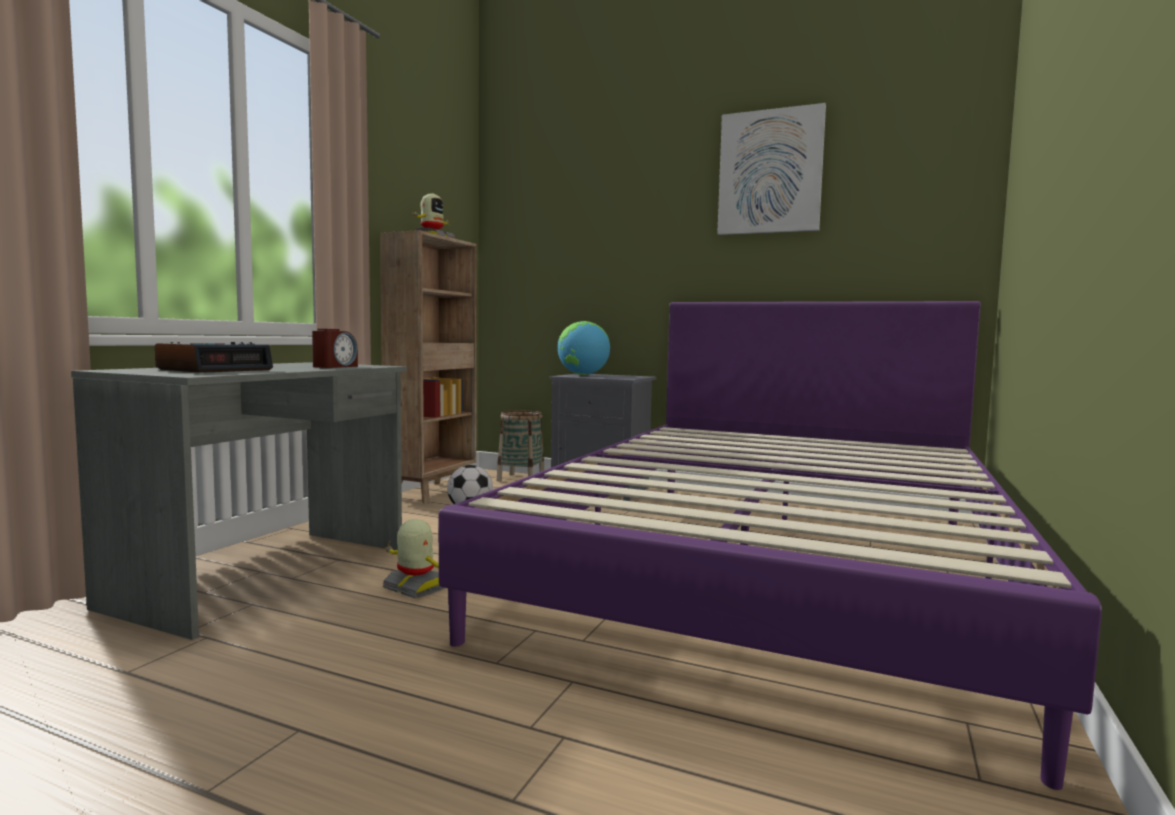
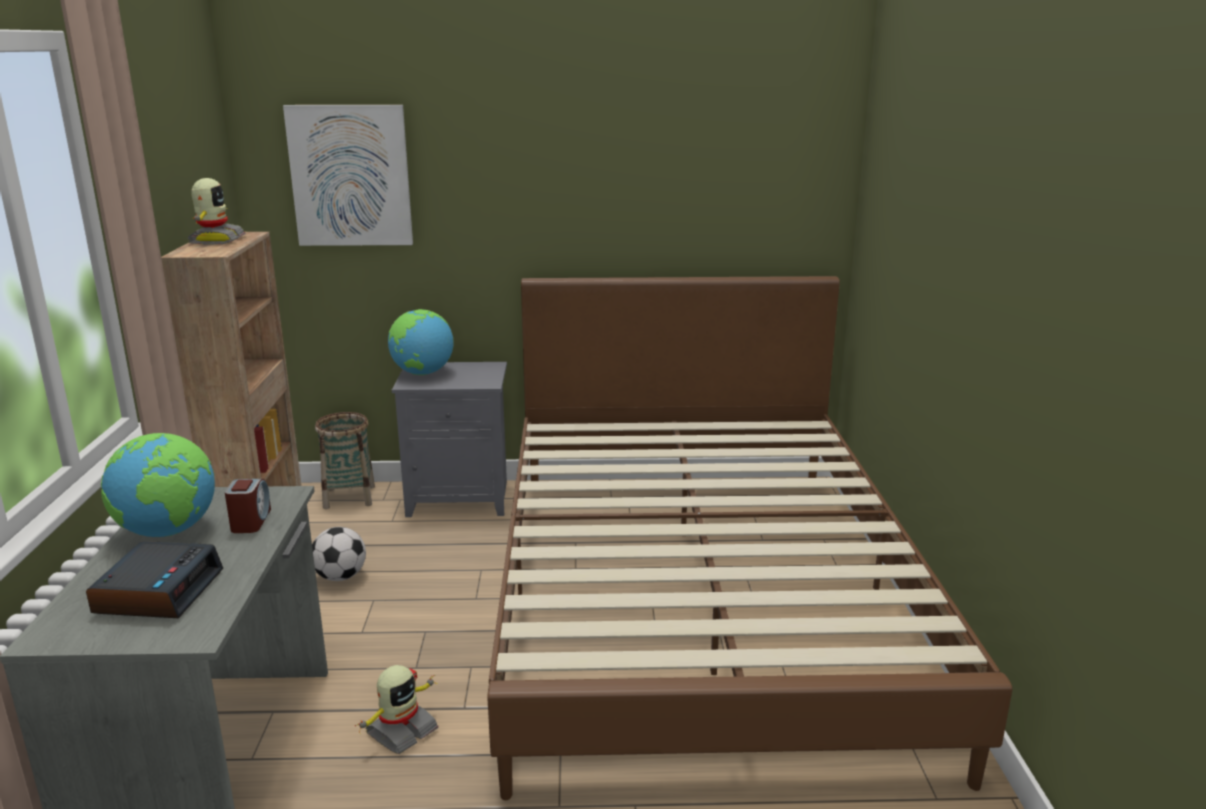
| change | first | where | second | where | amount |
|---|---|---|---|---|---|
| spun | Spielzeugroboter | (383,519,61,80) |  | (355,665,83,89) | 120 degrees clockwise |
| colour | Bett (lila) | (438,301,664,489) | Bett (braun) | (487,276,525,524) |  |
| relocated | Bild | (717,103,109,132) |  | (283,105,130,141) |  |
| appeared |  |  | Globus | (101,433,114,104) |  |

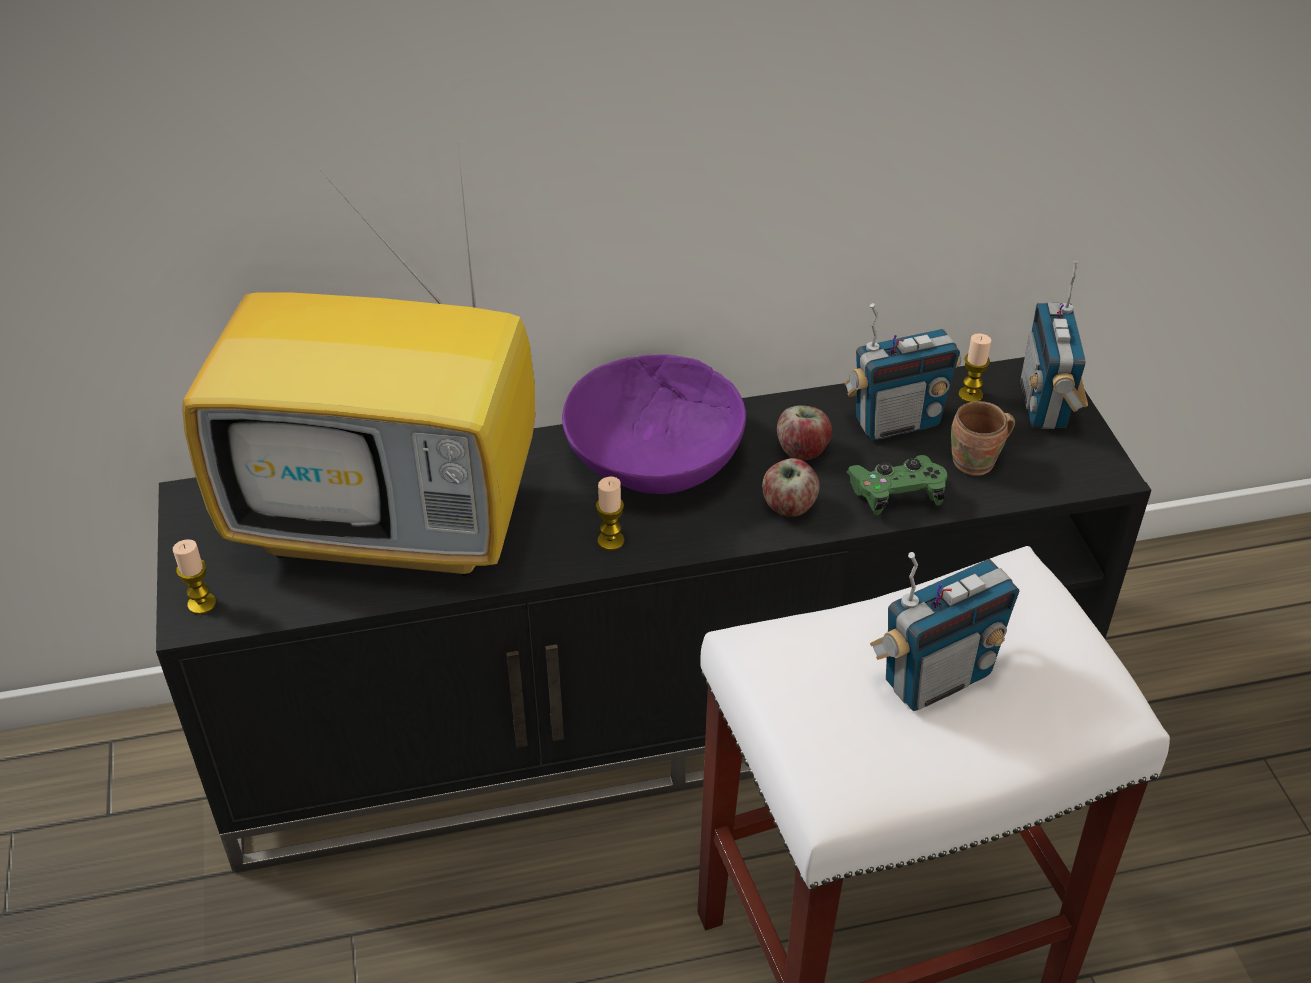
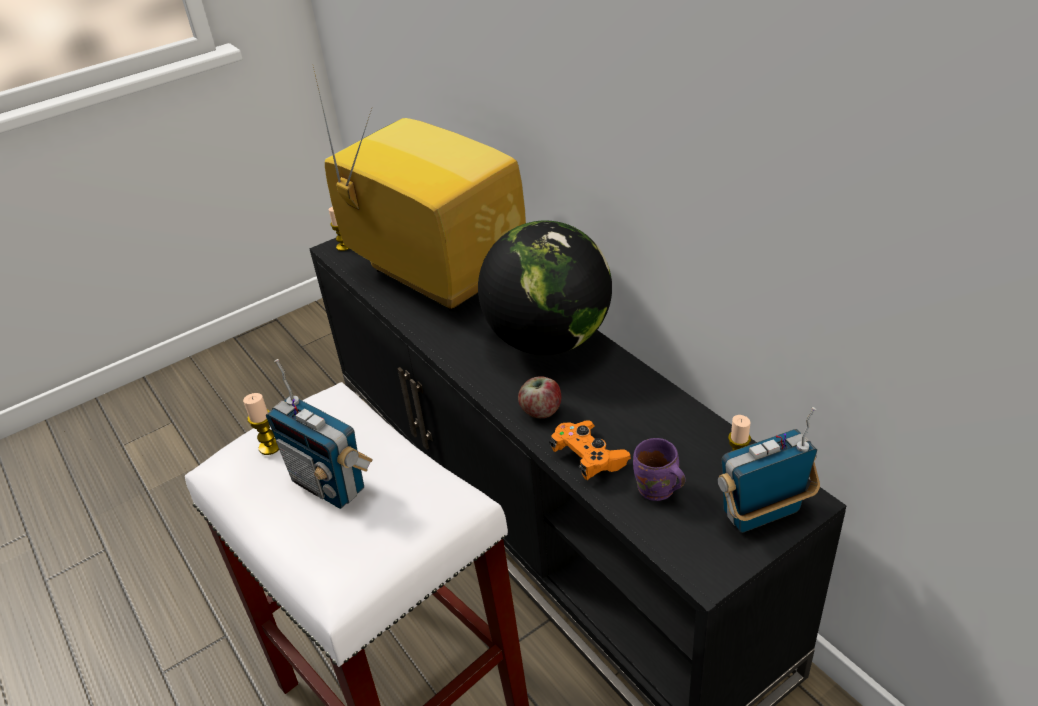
| change | first | where | second | where | amount |
|---|---|---|---|---|---|
| spun | Fernseher | (182,149,353,427) |  | (313,67,213,244) | 150 degrees clockwise |
| exchanged | Schüssel (lila) | (562,354,184,140) | Globus | (478,220,134,135) |  |
| relocated | Kerze | (596,477,28,74) |  | (243,393,36,62) |  |
| missing | Apfel | (777,405,55,55) |  |  |  |
| missing | Radio | (845,303,116,137) |  |  |  |
| colour | Gamepad (grün) | (847,455,101,60) | Gamepad (orange) | (549,420,82,60) |  |
| colour | Henkelbecher (braun) | (951,401,64,74) | Henkelbecher (lila) | (633,438,53,63) |  |

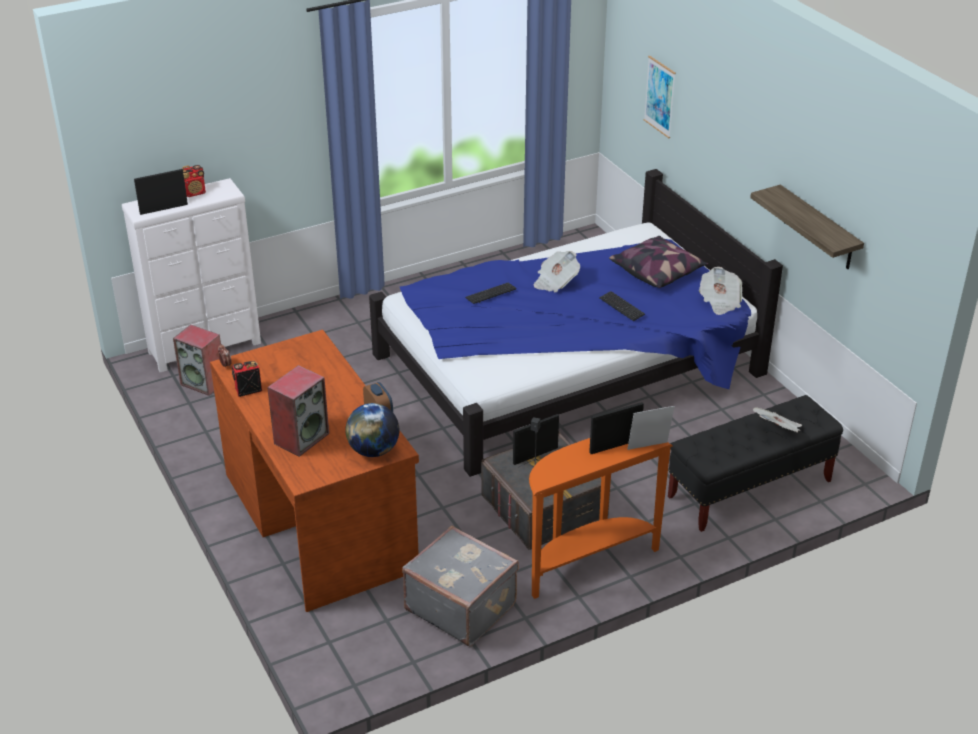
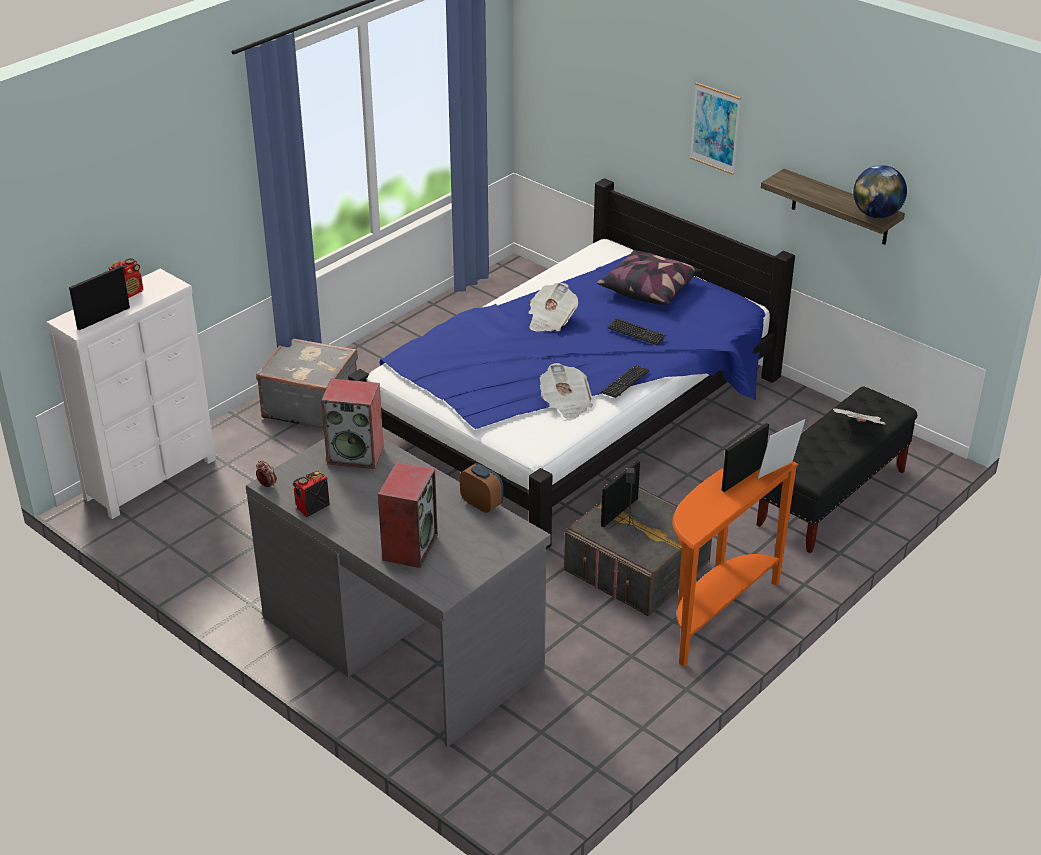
| change | first | where | second | where | amount |
|---|---|---|---|---|---|
| relocated | Lautsprecher | (173,325,48,71) |  | (321,379,63,90) |  |
| colour | Schreibtisch (braun) | (210,330,209,282) | Schreibtisch (grau) | (246,438,305,309) |  |
| relocated | Globus | (345,403,54,54) |  | (853,165,54,53) |  |
| relocated | Koffer (grau) | (402,526,117,121) |  | (256,339,102,91) |  |
| relocated | Tastatur | (465,283,52,21) |  | (600,365,50,33) |  |
| relocated | Bild | (644,56,32,82) |  | (690,82,51,93) |  |
| relocated | Zeitung | (699,267,43,48) |  | (540,363,53,58) |  |

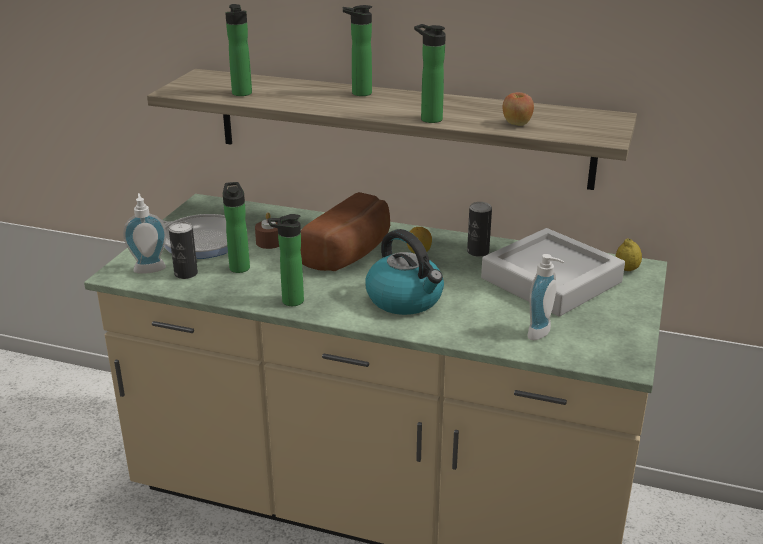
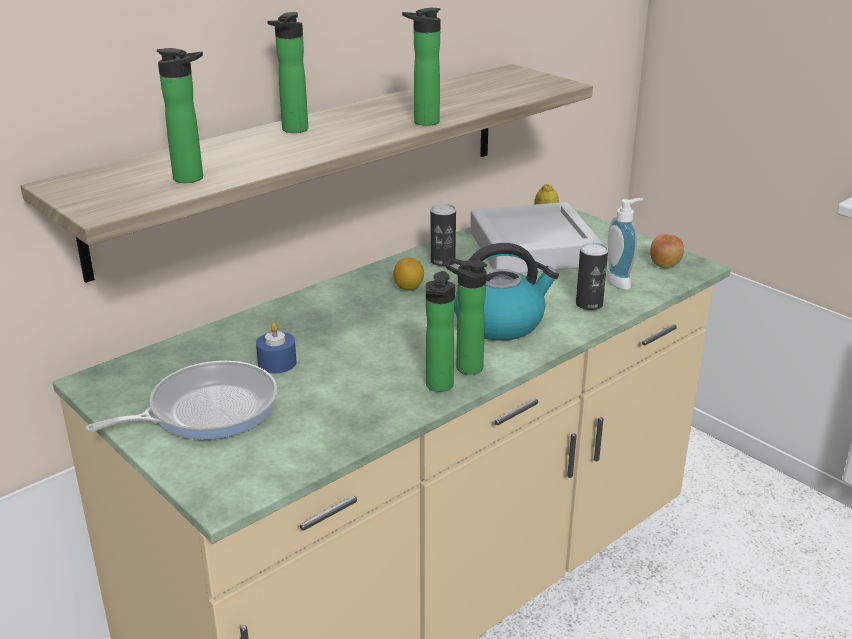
| change | first | where | second | where | amount |
|---|---|---|---|---|---|
| missing | Seifenspender | (123,193,44,81) |  |  |  |
| relocated | Dose | (169,222,29,57) |  | (576,243,32,67) |  |
| relocated | Flasche | (223,182,27,91) |  | (446,258,41,117) |  |
| colour | Kerze (braun) | (255,212,24,37) | Kerze (blau) | (256,323,41,50) |  |
| missing | Brot | (301,192,89,79) |  |  |  |
| relocated | Apfel | (502,92,32,34) |  | (650,234,34,34) |  |

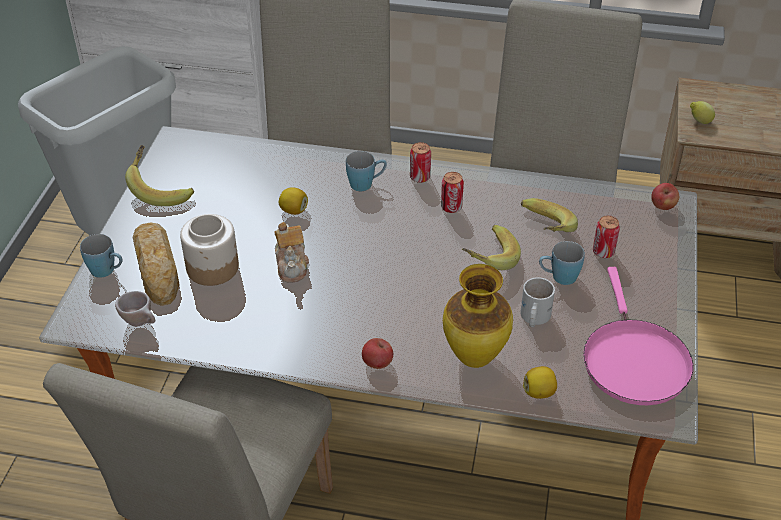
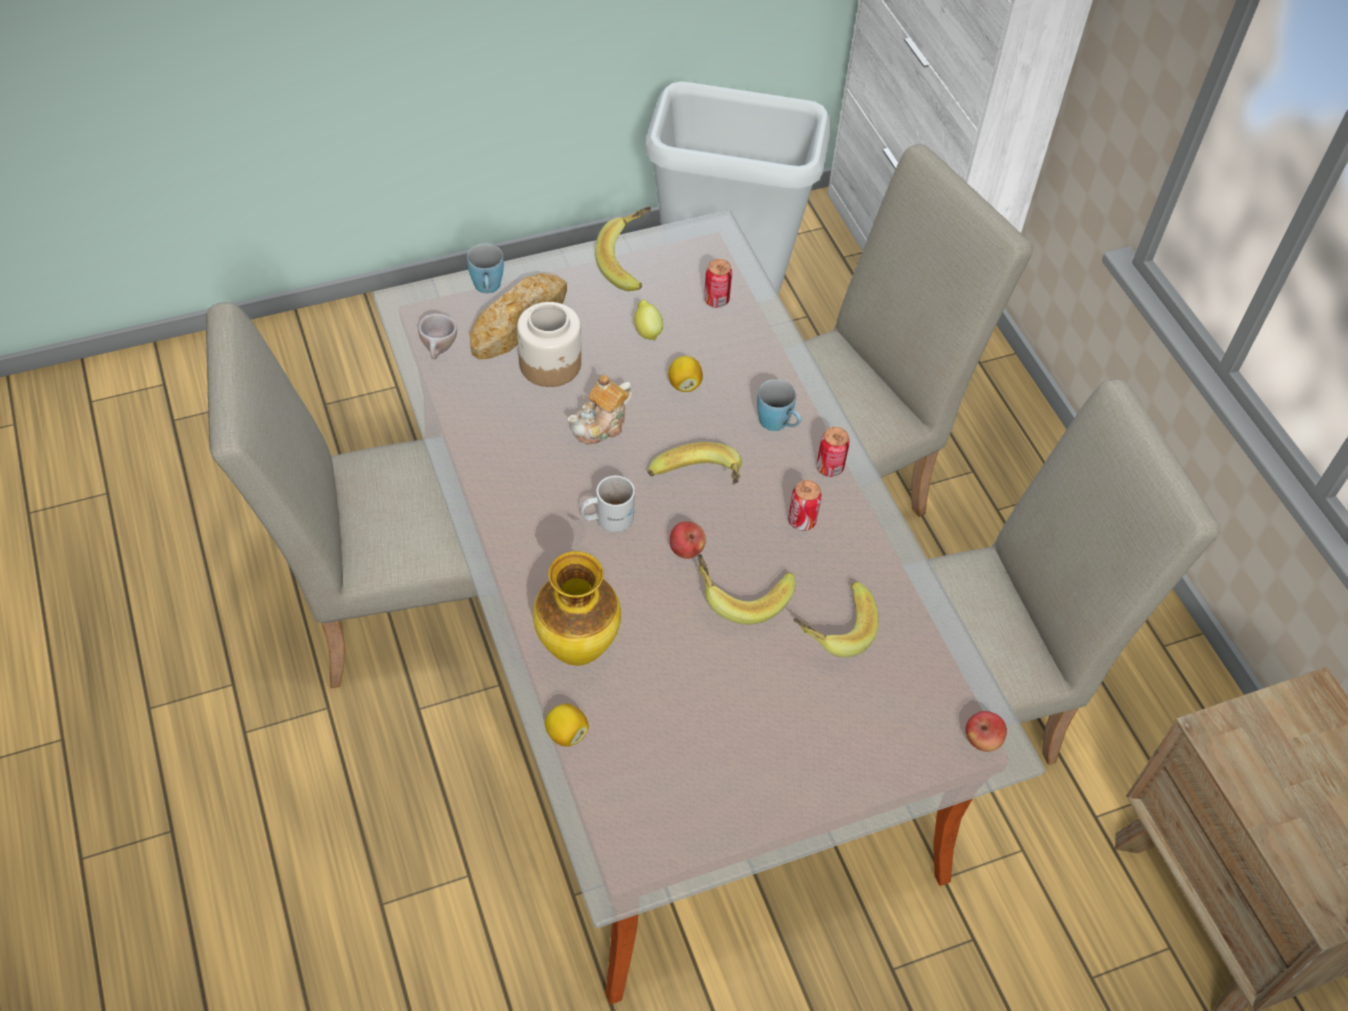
| change | first | where | second | where | amount |
|---|---|---|---|---|---|
| relocated | Apfel | (362,338,31,31) |  | (670,521,36,38) |  |
| relocated | Henkelbecher (weiß) | (520,277,35,50) |  | (580,476,55,56) |  |
| missing | Henkelbecher (blau) | (539,241,46,44) |  |  |  |
| missing | Pfanne (rosa) | (583,267,111,138) |  |  |  |
| relocated | Dose | (593,216,27,42) |  | (704,259,28,49) |  |
| relocated | Zitrone | (690,101,25,23) |  | (634,299,29,41) |  |
| appeared |  |  | Banane | (648,442,94,43) |  |

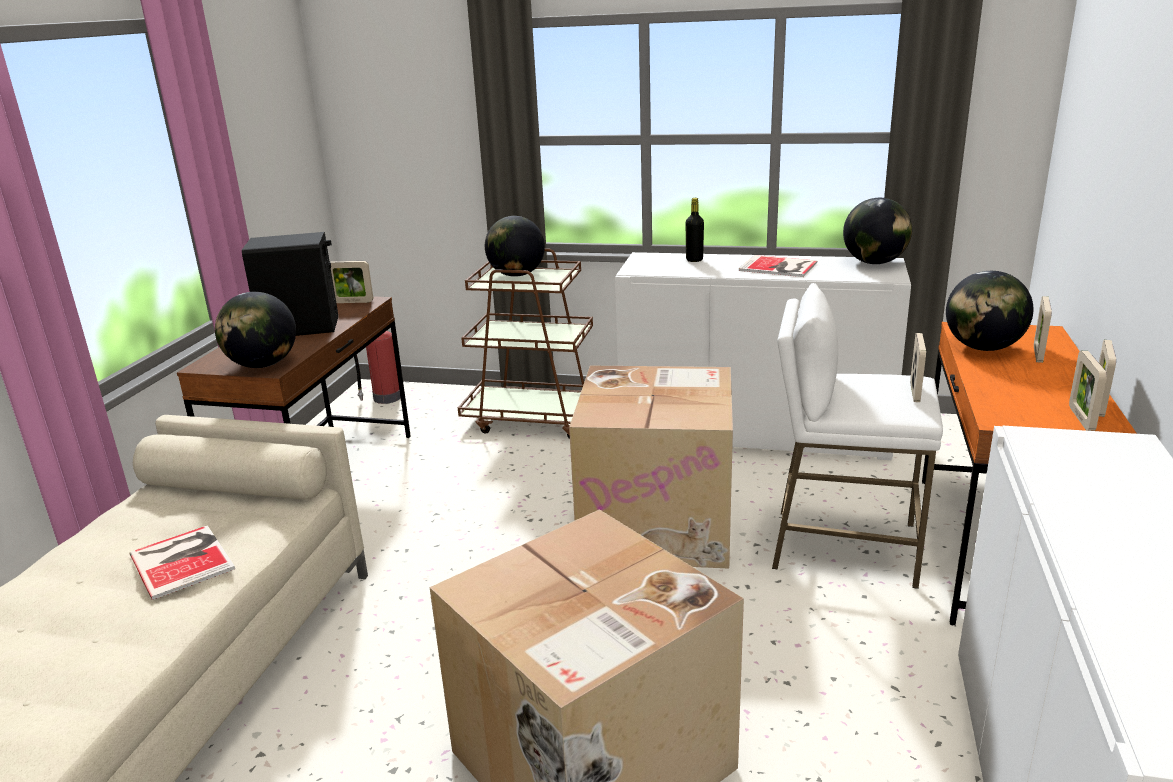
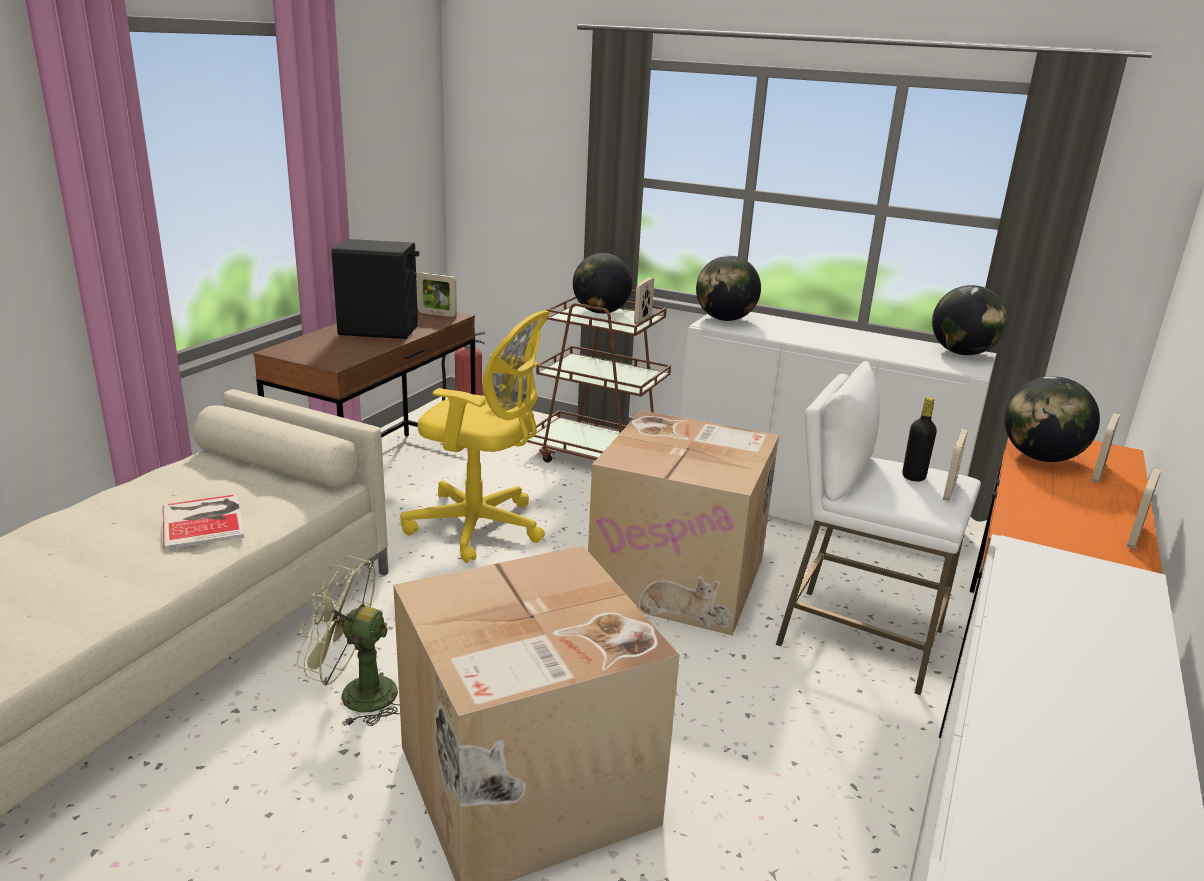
| change | first | where | second | where | amount |
|---|---|---|---|---|---|
| relocated | Globus | (215,292,81,76) |  | (696,256,65,65) |  |
| relocated | Flasche (schwarz) | (686,198,18,64) |  | (902,397,35,85) |  |
| missing | Buch | (739,255,78,22) |  |  |  |
| relocated | Bilderrahmen | (1069,351,38,80) |  | (634,277,20,47) |  |
| appeared |  |  | Ventilator (grün) | (297,556,103,170) |  |
| appeared |  |  | Bürostuhl (gelb) | (400,310,150,253) |  |

